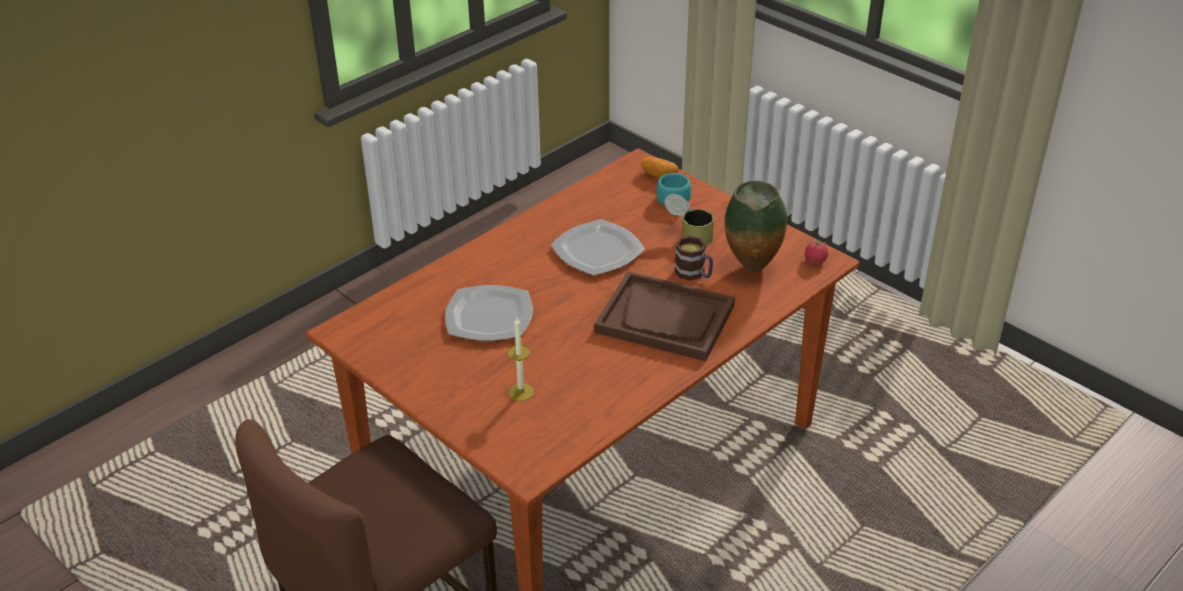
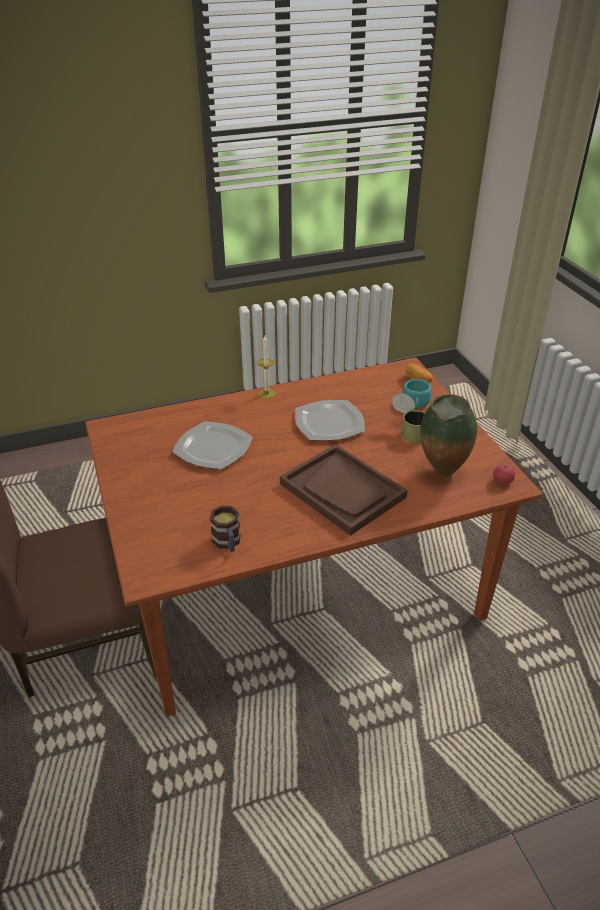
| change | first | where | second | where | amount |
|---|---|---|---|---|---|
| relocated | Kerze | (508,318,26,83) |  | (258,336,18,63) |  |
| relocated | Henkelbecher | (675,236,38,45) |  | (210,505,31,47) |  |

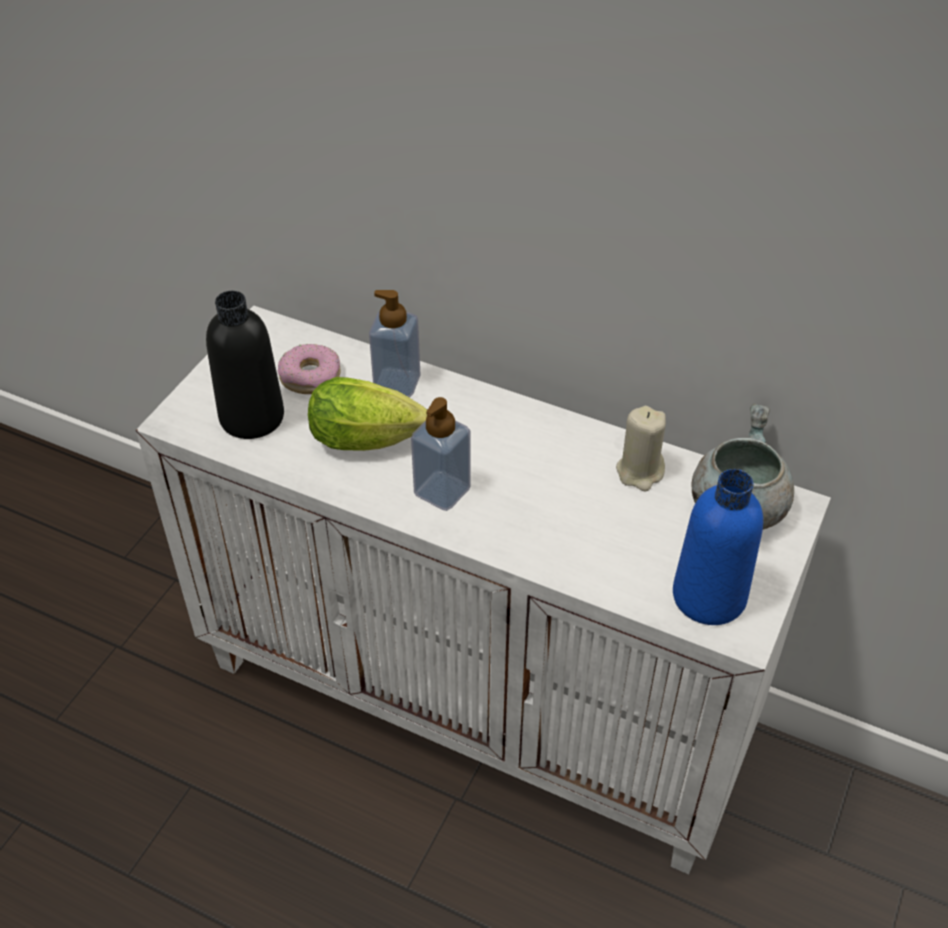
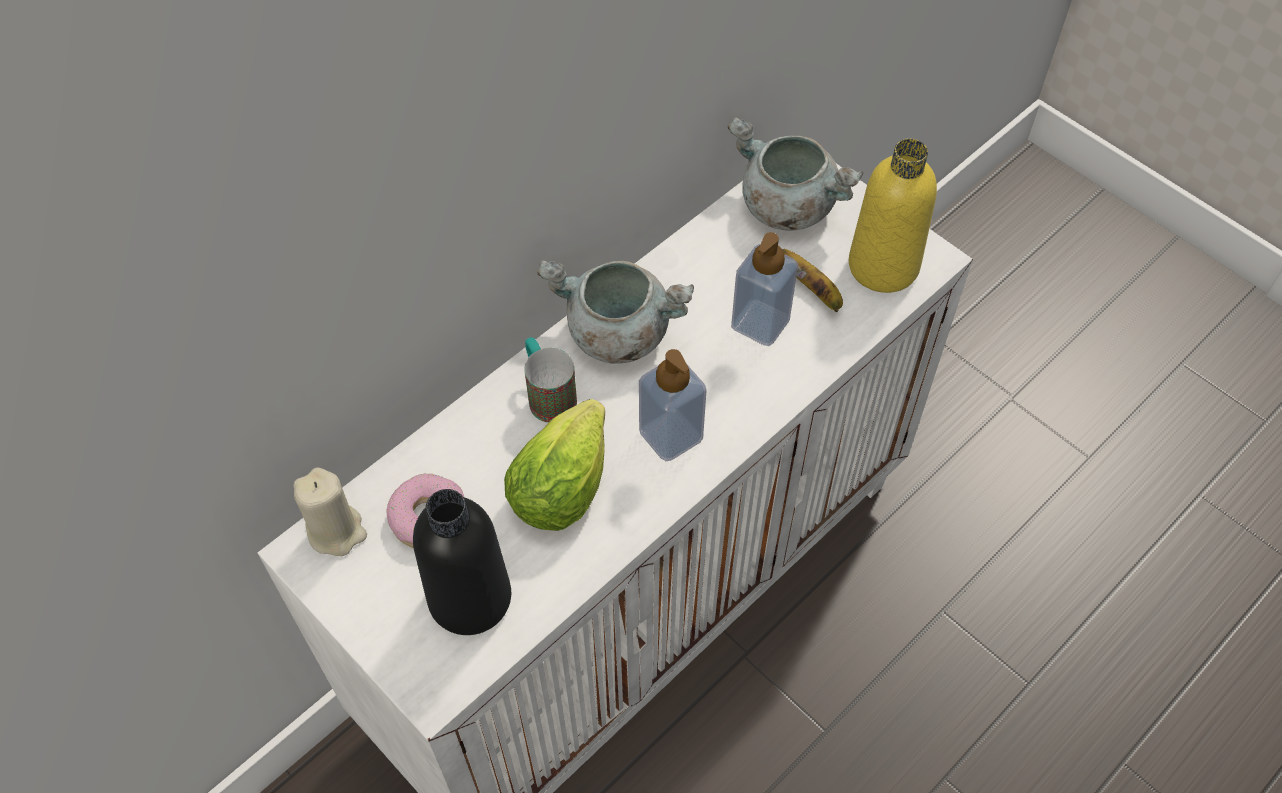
| change | first | where | second | where | amount |
|---|---|---|---|---|---|
| relocated | Seifenspender | (369,290,51,108) |  | (731,232,67,114) |  |
| relocated | Kerze (beige) | (616,406,50,85) |  | (293,467,74,89) |  |
| colour | Flasche (blau) | (673,469,90,156) | Flasche (gelb) | (849,138,88,155) |  |
| appeared |  |  | Henkelbecher | (525,337,52,86) |  |
| appeared |  |  | Kochtopf (grau) | (537,260,157,104) |  |
| appeared |  |  | Banane | (782,249,61,63) |  |

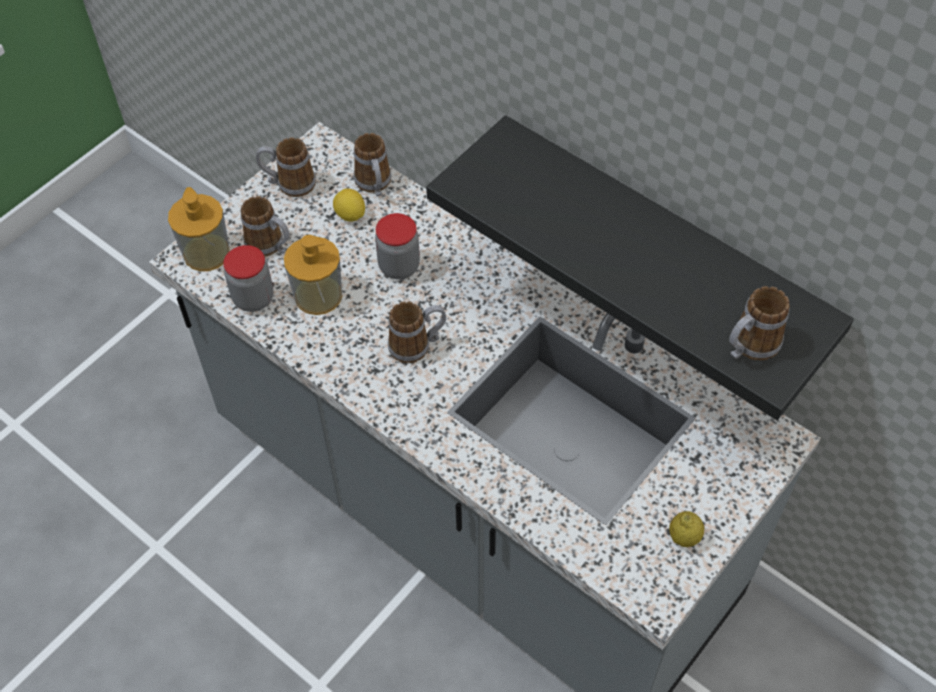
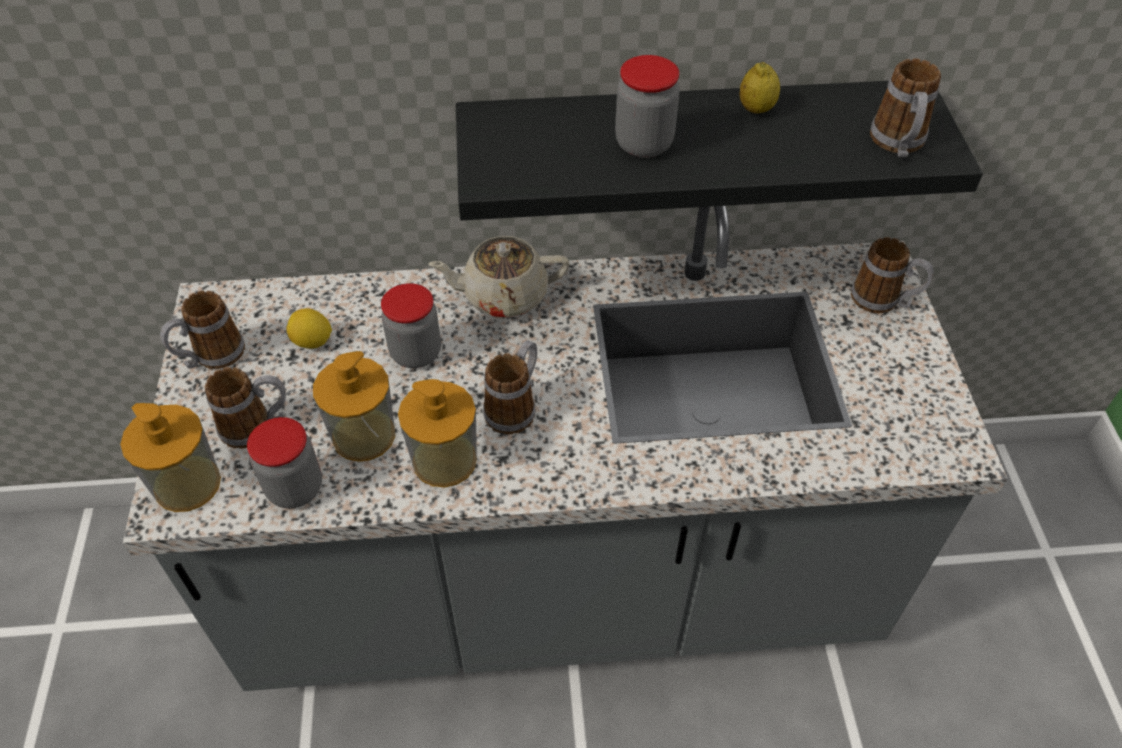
| change | first | where | second | where | amount |
|---|---|---|---|---|---|
| relocated | Henkelbecher | (354,133,38,63) |  | (851,237,83,76) |  |
| relocated | Zitrone | (669,511,35,36) |  | (739,62,41,52) |  |
| appeared |  |  | Seifenspender | (398,379,79,108) |  |
| appeared |  |  | Teekanne (beige) | (428,236,142,81) |  |
| appeared |  |  | Vorratsglas | (615,55,65,103) |  |

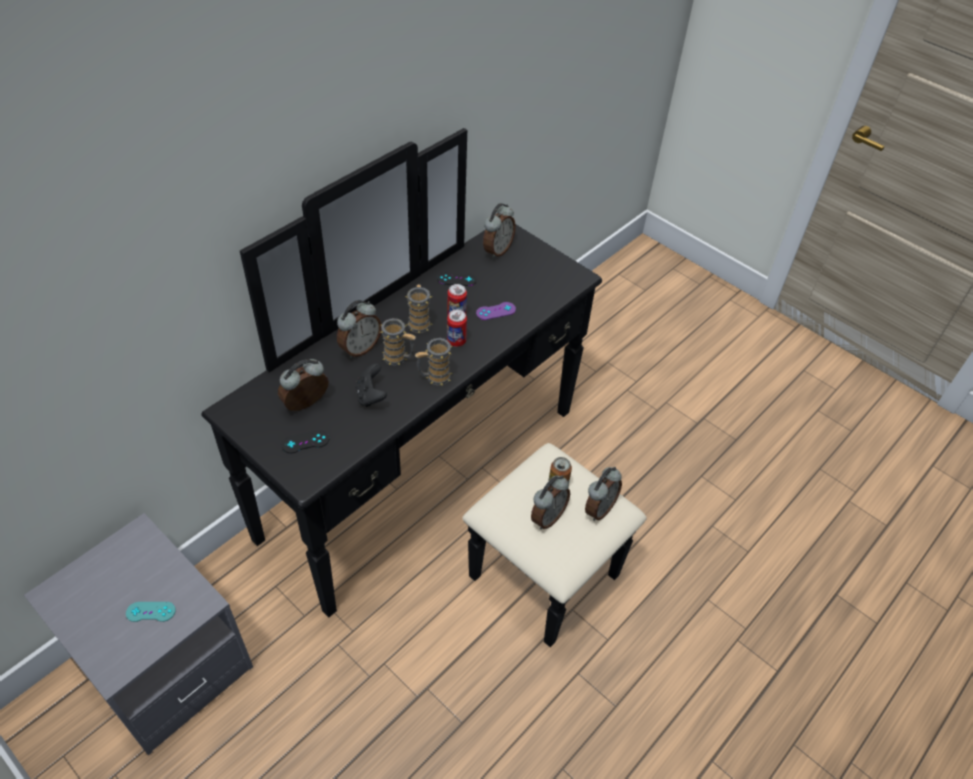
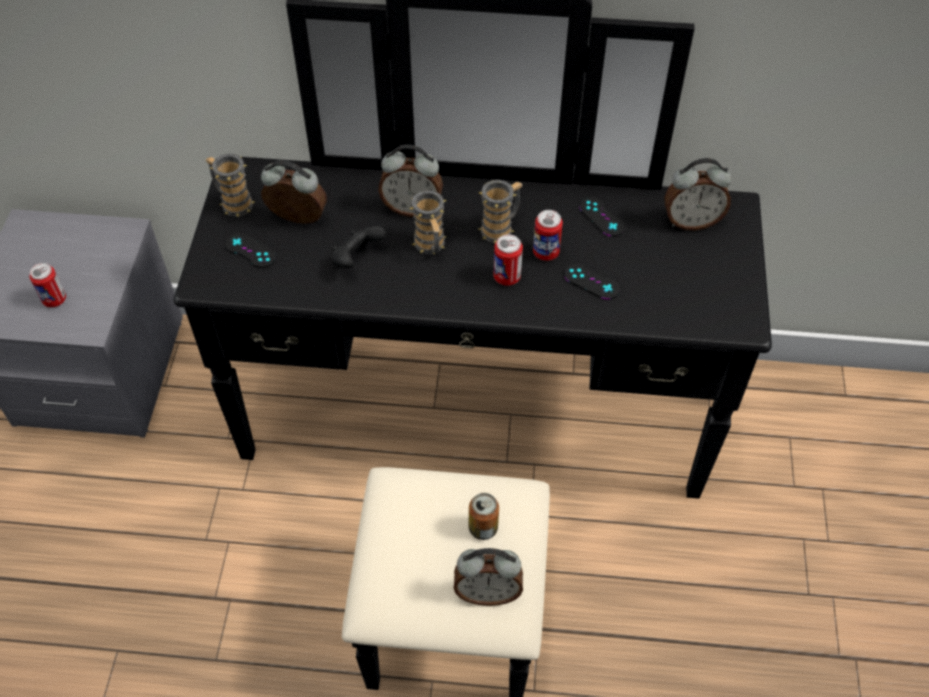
| change | first | where | second | where | amount |
|---|---|---|---|---|---|
| exchanged | Gamepad (türkis) | (126,602,50,20) | Dose | (29,263,37,44) |  |
| relocated | Henkelbecher | (415,338,38,48) |  | (205,153,49,64) |  |
| colour | Gamepad (lila) | (476,302,40,18) | Gamepad (schwarz) | (564,263,56,36) |  |
| missing | Wecker | (531,475,39,54) |  |  |  |

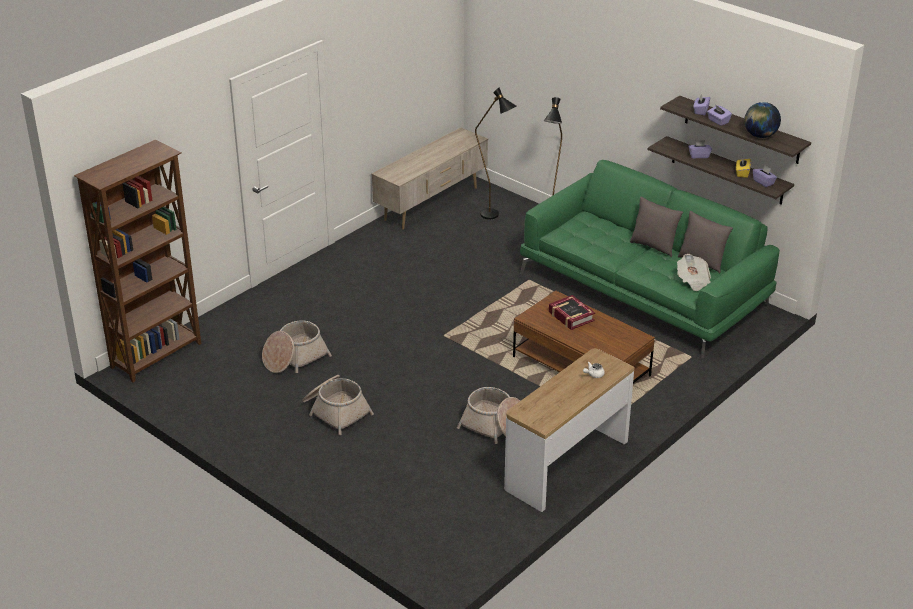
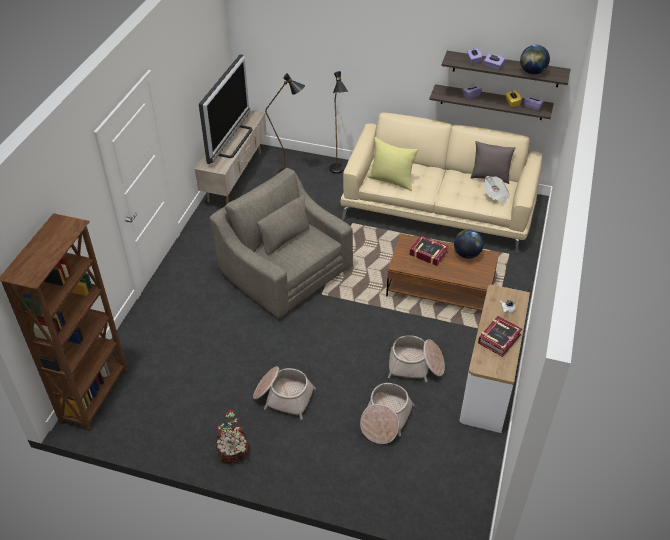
| change | first | where | second | where | amount |
|---|---|---|---|---|---|
| relocated | Korb | (262,320,70,53) |  | (360,383,55,61) |  |
| colour | Sofa (grün) | (520,160,260,198) | Sofa (beige) | (340,112,202,141) |  |
| missing | Kissen (grau) | (630,197,53,60) |  |  |  |
| appeared |  |  | Fernseher | (199,54,53,110) |  |
| appeared |  |  | Sessel (grau) | (210,168,143,150) |  |
| appeared |  |  | Topfpflanze | (215,410,33,54) |  |
| appeared |  |  | Kissen (gelb) | (367,137,51,54) |  |
| appeared |  |  | Globus | (454,229,30,30) |  |
| appeared |  |  | Buch | (478,316,44,41) |  |

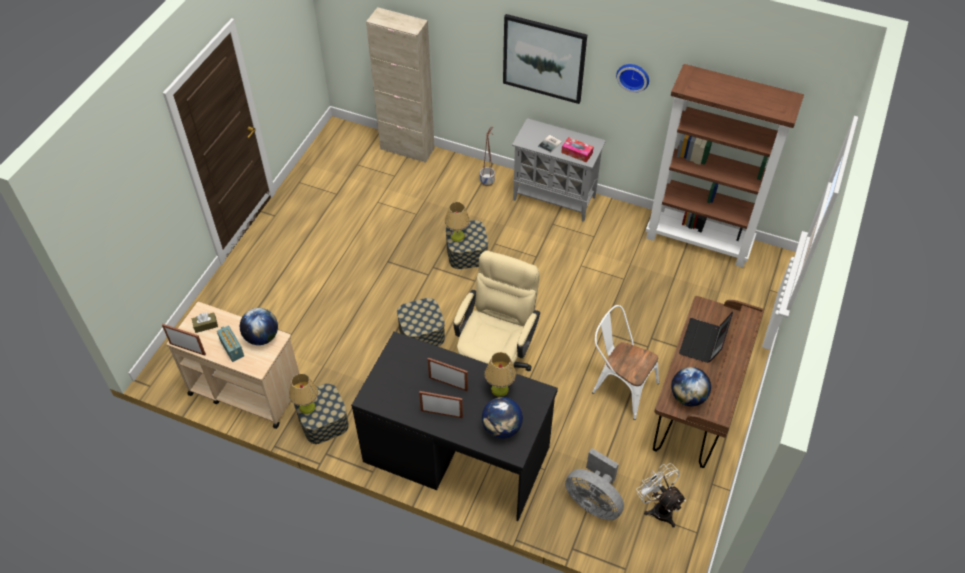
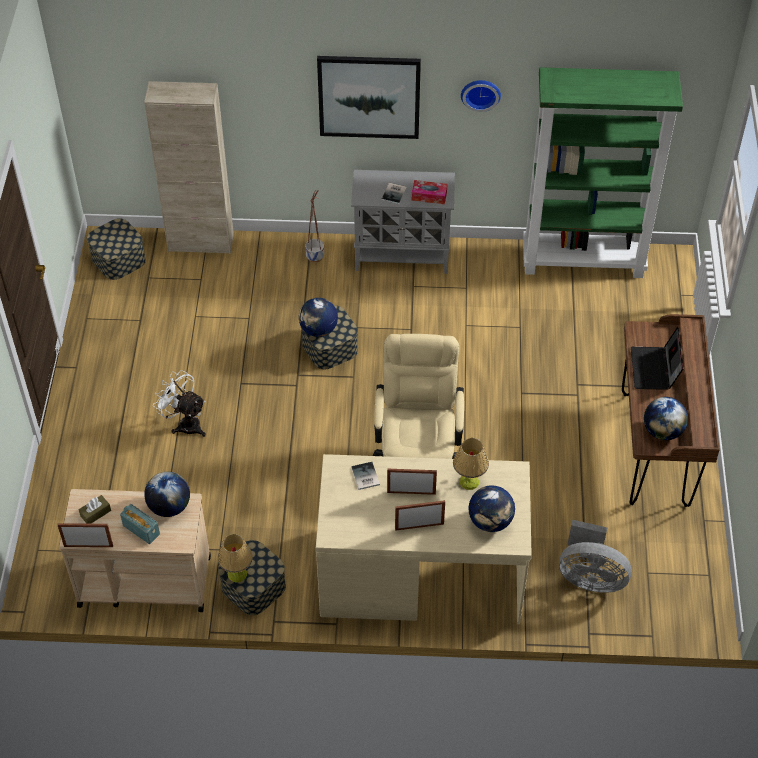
| change | first | where | second | where | amount |
|---|---|---|---|---|---|
| colour | Schreibtisch (schwarz) | (351,332,207,189) | Schreibtisch (beige) | (316,454,216,171) |  |
| relocated | Aufbewahrungsbox | (397,298,48,48) |  | (87,218,59,62) |  |
| exchanged | Tischlampe | (445,202,25,40) | Globus | (299,298,39,39) |  |
| missing | Stuhl (weiß) | (592,305,67,115) |  |  |  |
| relocated | Ventilator (weiß) | (636,463,50,64) |  | (153,370,53,67) |  |
| colour | Bücherregal (braun) | (646,64,158,204) | Bücherregal (grün) | (523,67,160,211) |  |
| appeared |  |  | Buch | (351,462,29,28) |  |

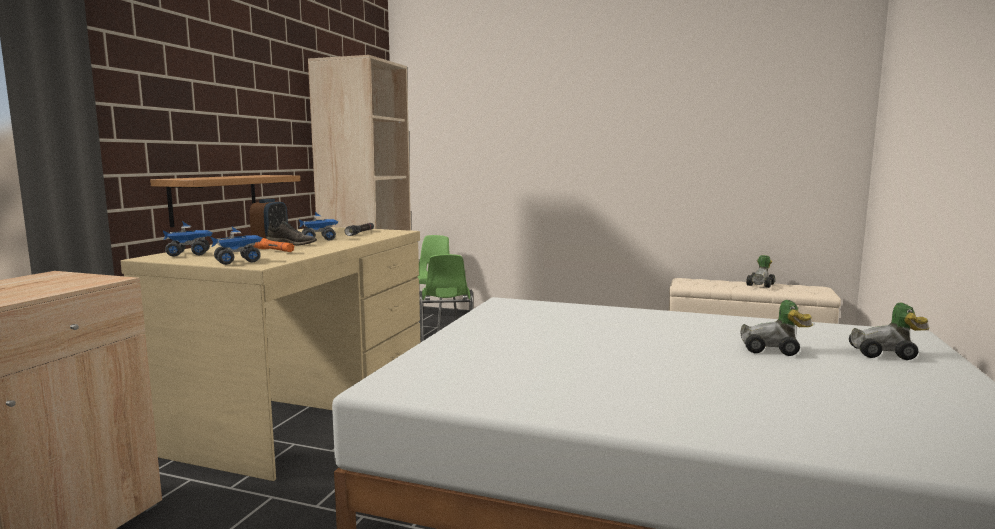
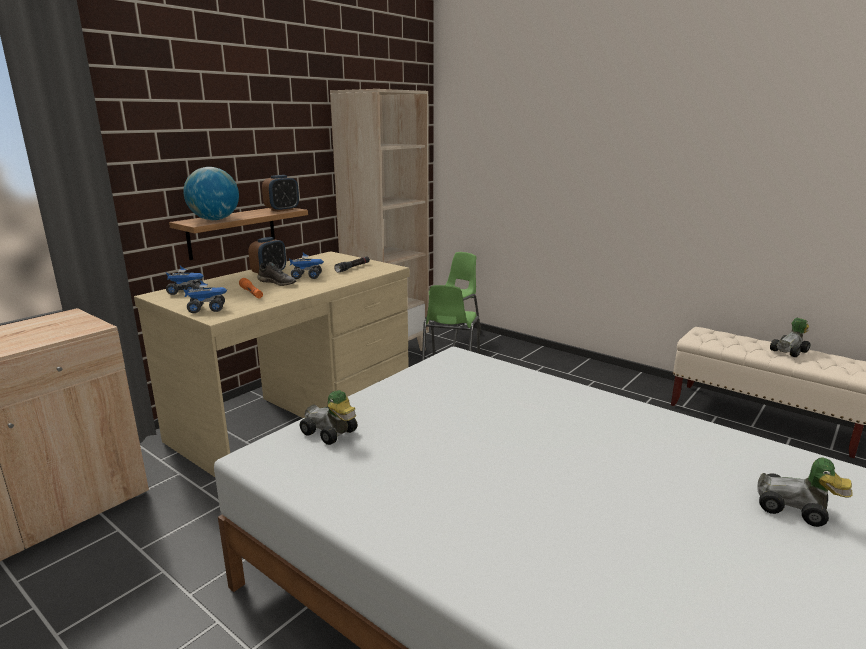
| change | first | where | second | where | amount |
|---|---|---|---|---|---|
| relocated | Spielzeugauto | (740,300,73,56) |  | (300,390,58,55) |  |
| appeared |  |  | Globus | (183,167,56,53) |  |
| appeared |  |  | Wecker | (262,175,37,37) |  |

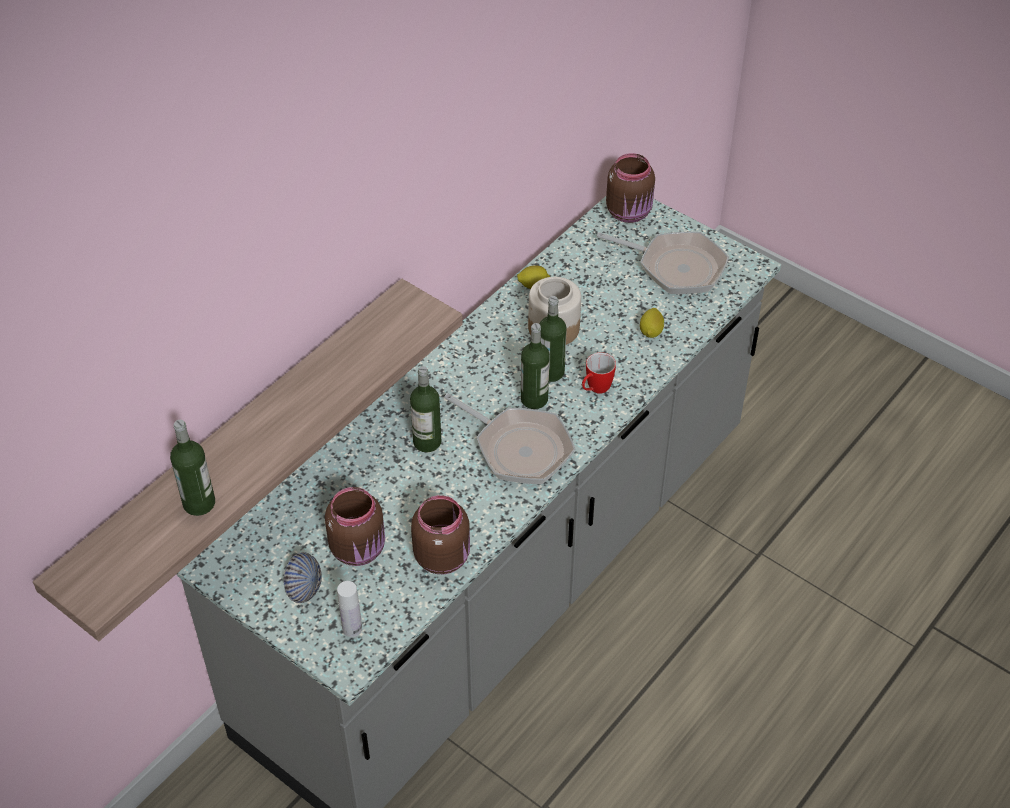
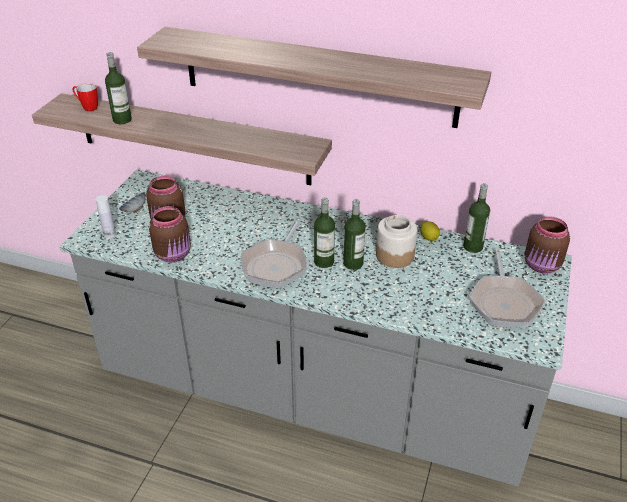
| change | first | where | second | where | amount |
|---|---|---|---|---|---|
| relocated | Flasche | (410,366,31,86) |  | (463,183,27,70) |  |
| relocated | Henkelbecher | (582,352,34,42) |  | (73,83,25,28) |  |
| missing | Zitrone | (640,308,25,30) |  |  |  |
| appeared |  |  | Wandregal | (137,26,354,102) |  |

